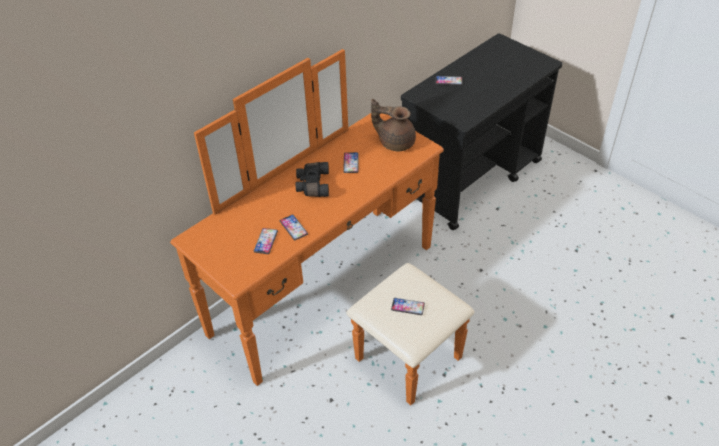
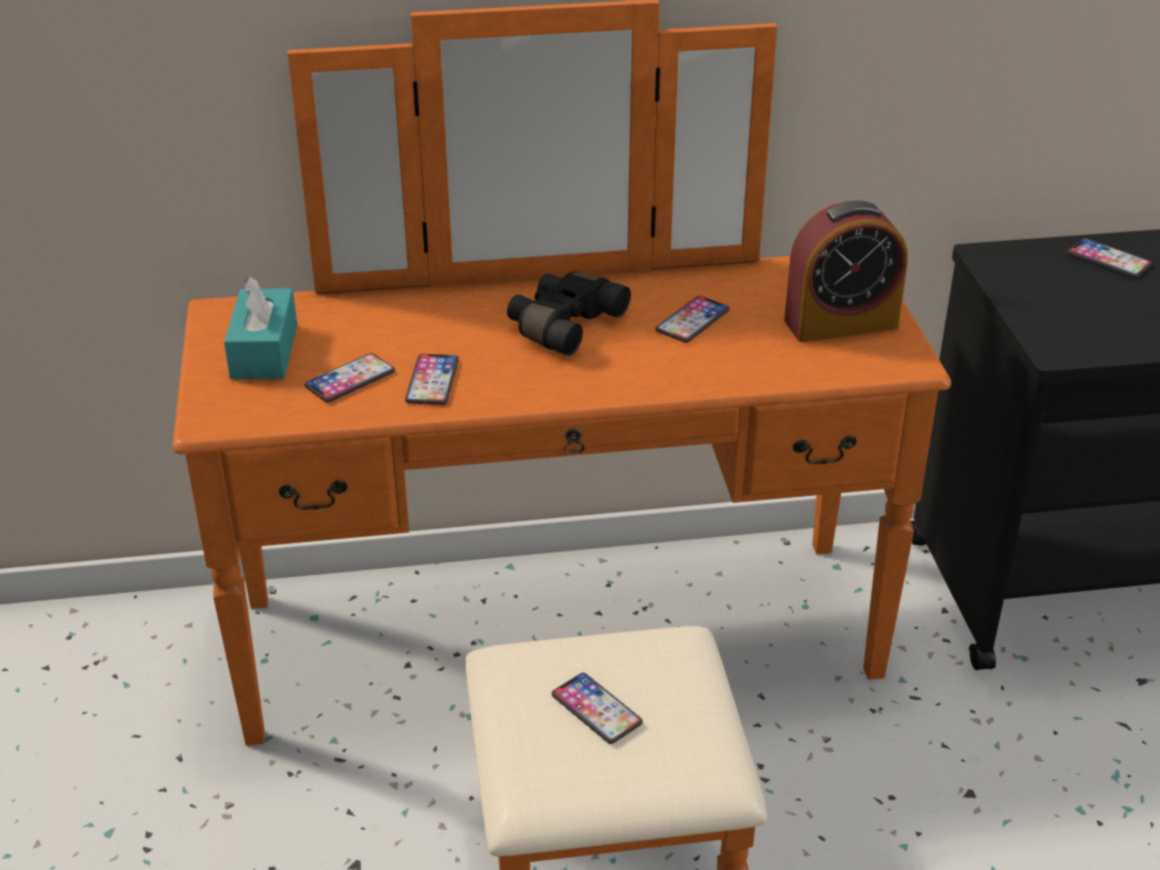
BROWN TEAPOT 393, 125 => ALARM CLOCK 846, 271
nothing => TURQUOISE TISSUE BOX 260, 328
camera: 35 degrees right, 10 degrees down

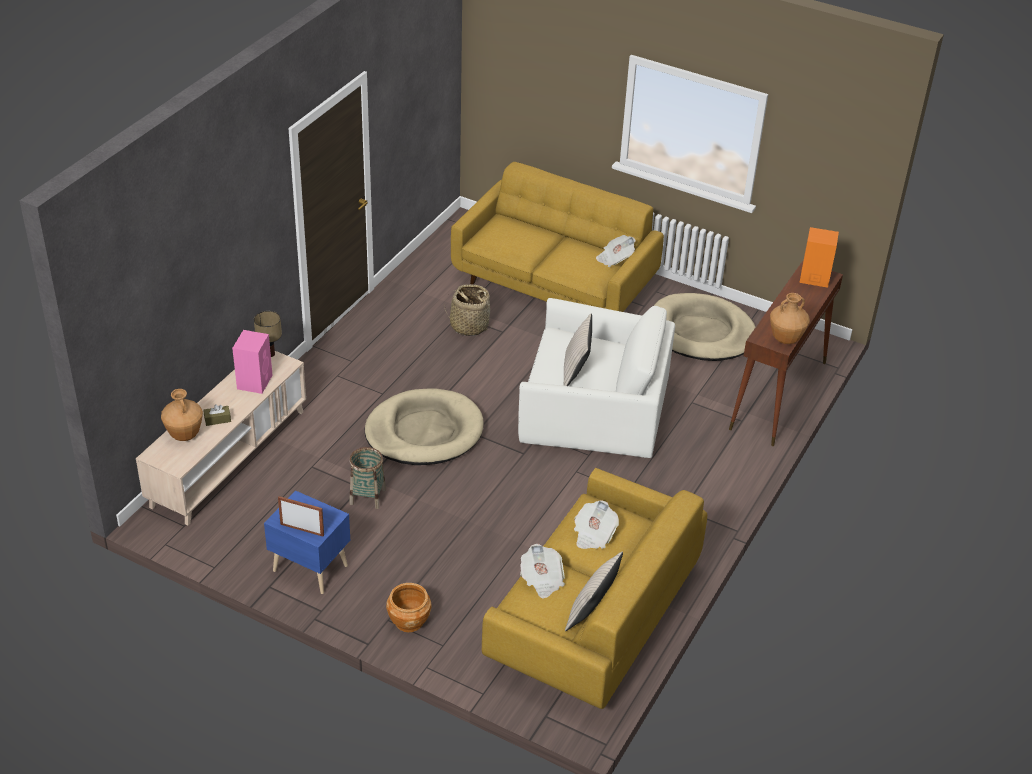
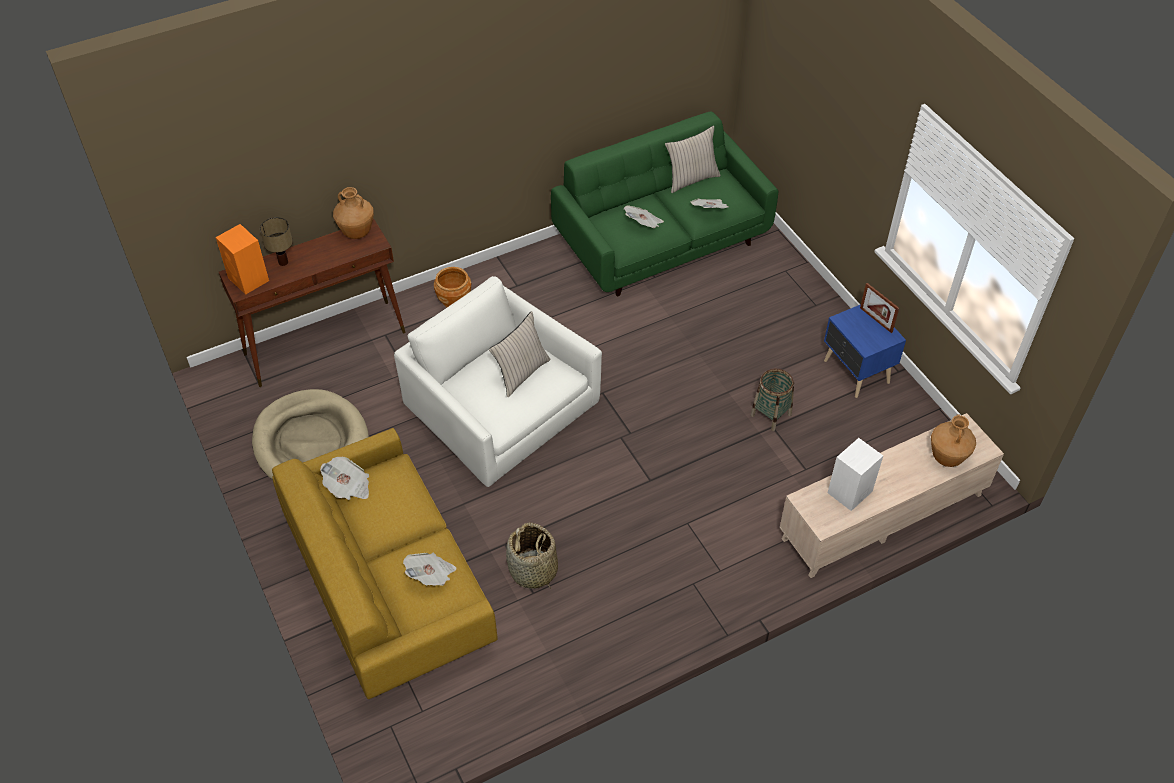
BROWN TISSUE BOX 217, 415 => nothing
PINK SPEAKER 252, 362 => WHITE SPEAKER 855, 474
TABLE LAMP 268, 334 => TABLE LAMP 276, 241, move
BEIGE DOG BED 424, 427 => nothing
BROWN PLANTER 409, 607 => BROWN PLANTER 452, 287, move
YELLOW SOFA 594, 588 => GREEN SOFA 664, 204
nothing => NEWSPAPER 430, 569
camera: 145 degrees left, 10 degrees up

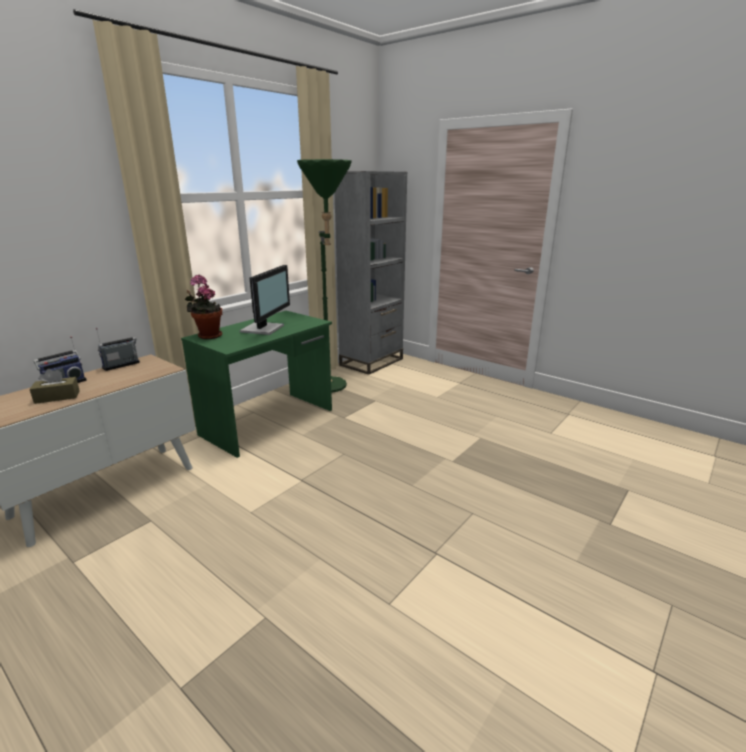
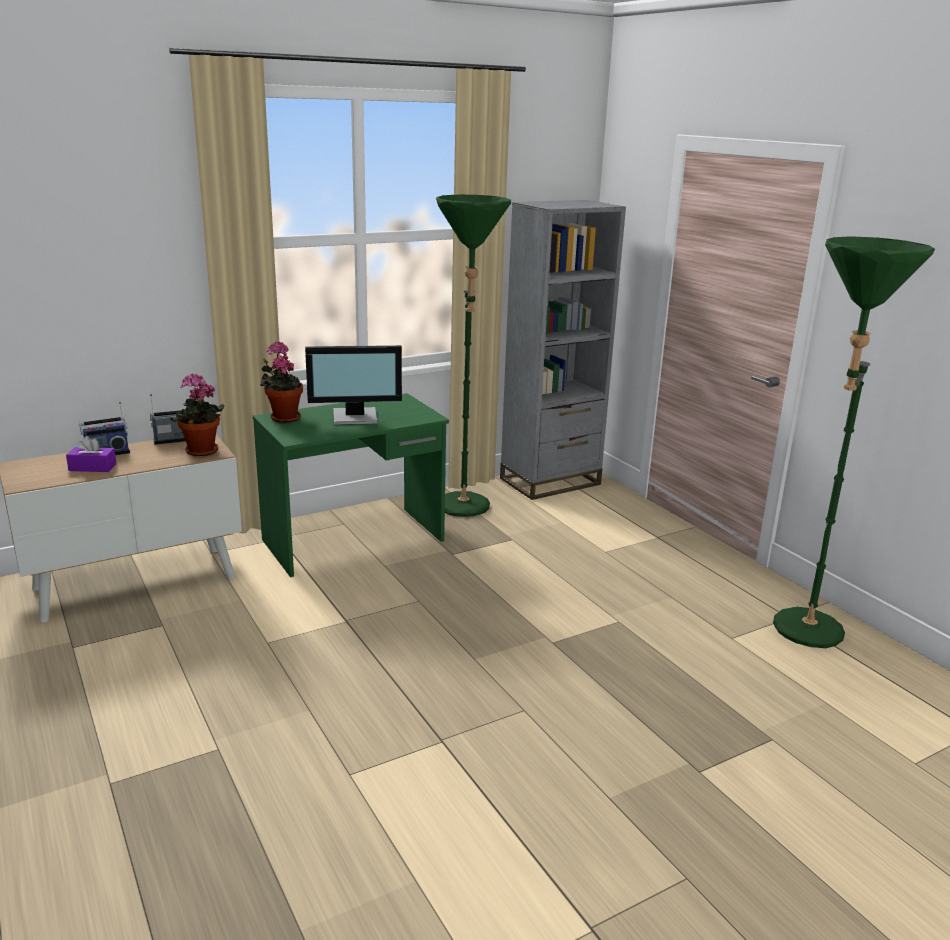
BROWN TISSUE BOX 55, 386 => PURPLE TISSUE BOX 91, 454
MONITOR 265, 300 => MONITOR 353, 385, 45 degrees clockwise
nothing => POTTED PLANT 197, 415
nothing => GREEN FLOOR LAMP 854, 442
camera: 20 degrees right, 0 degrees up

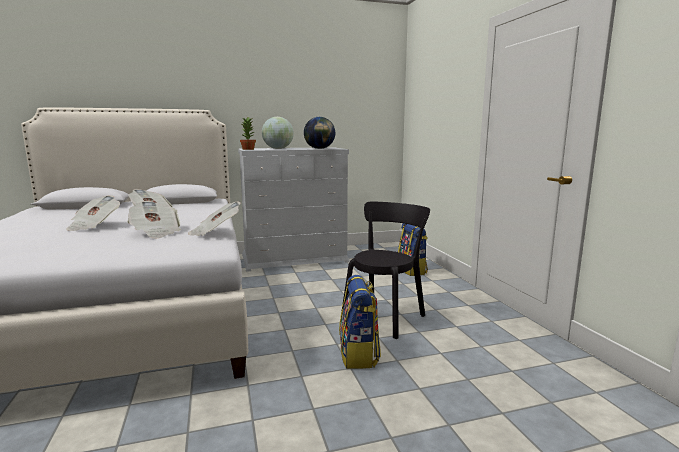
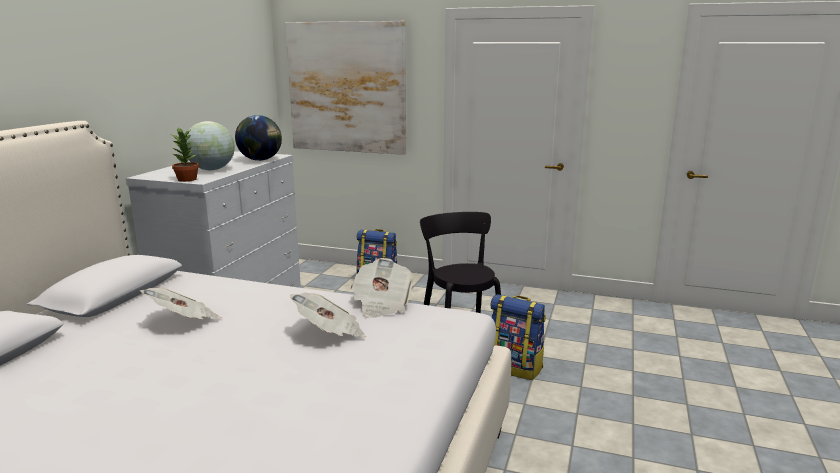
NEWSPAPER 93, 213 => nothing
nothing => PICTURE 346, 88
camera: 55 degrees left, 5 degrees up

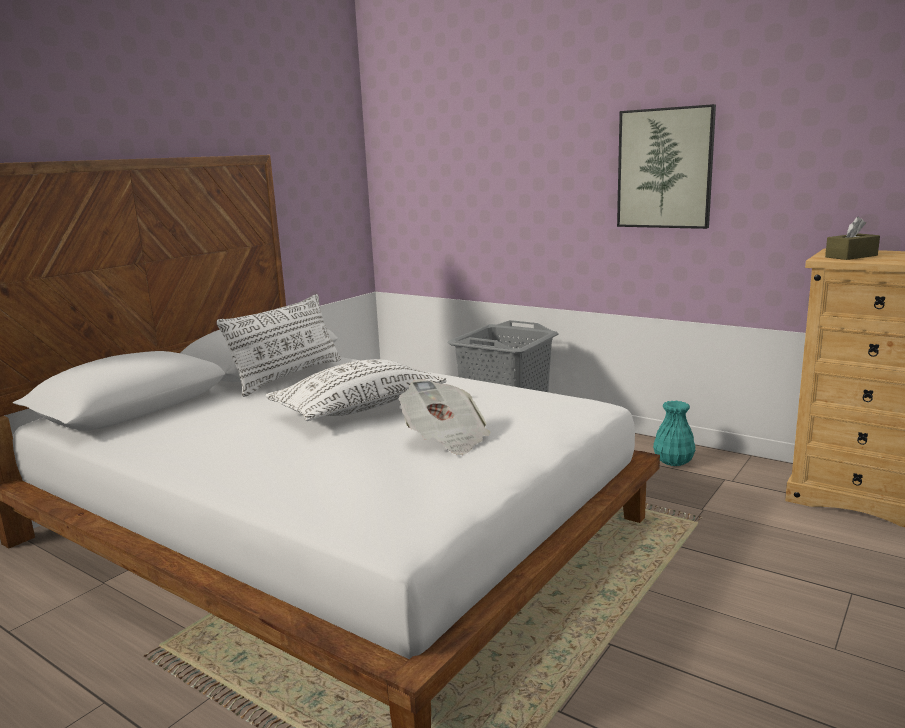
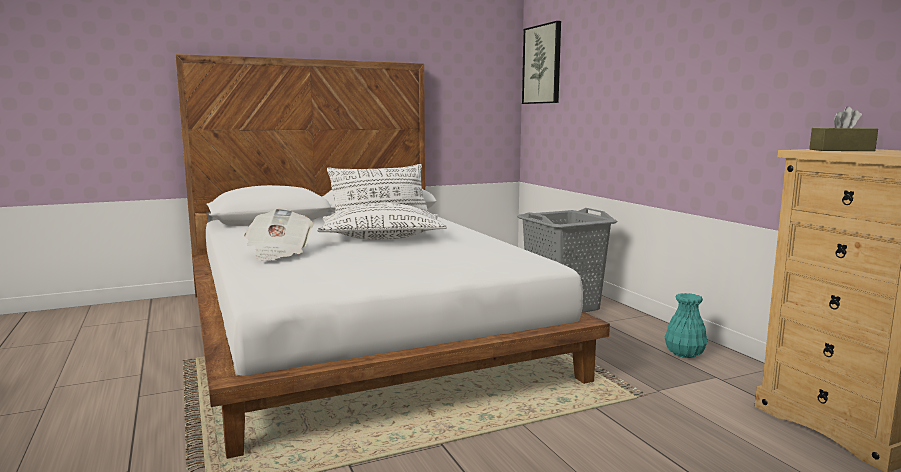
NEWSPAPER 444, 417 => NEWSPAPER 278, 234, move
PICTURE 666, 166 => PICTURE 541, 62, move
camera: 30 degrees right, 5 degrees down

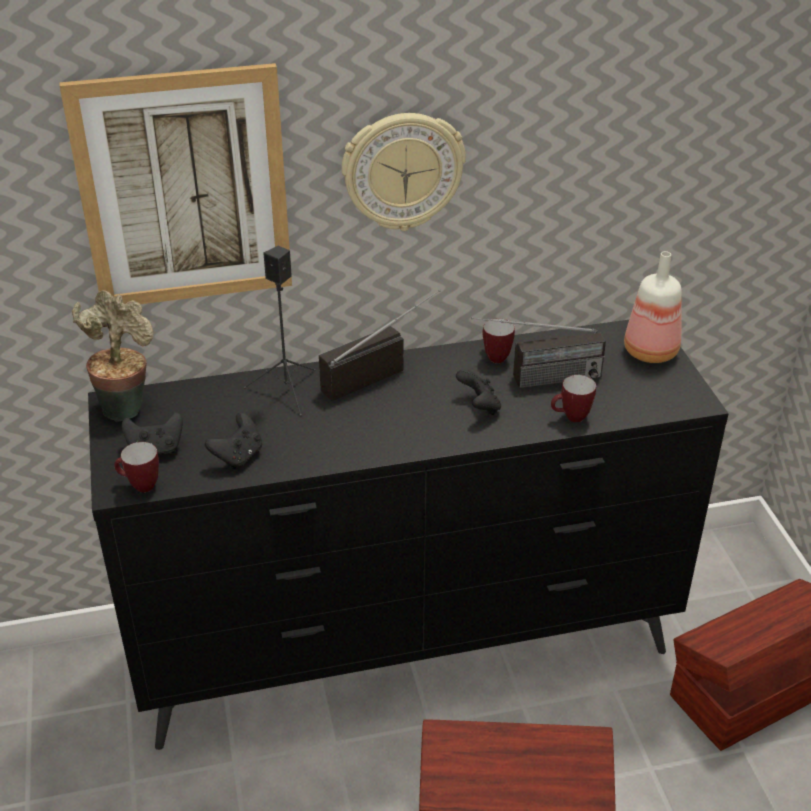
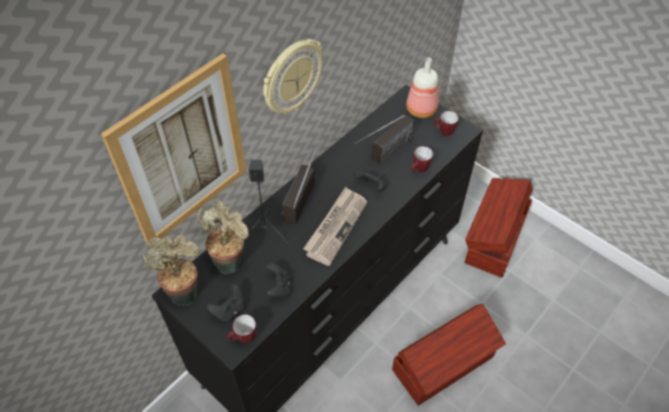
MUG 498, 340 => MUG 446, 123, move
nothing => POTTED PLANT 223, 237
nothing => NEWSPAPER 335, 226
camera: 35 degrees left, 15 degrees up

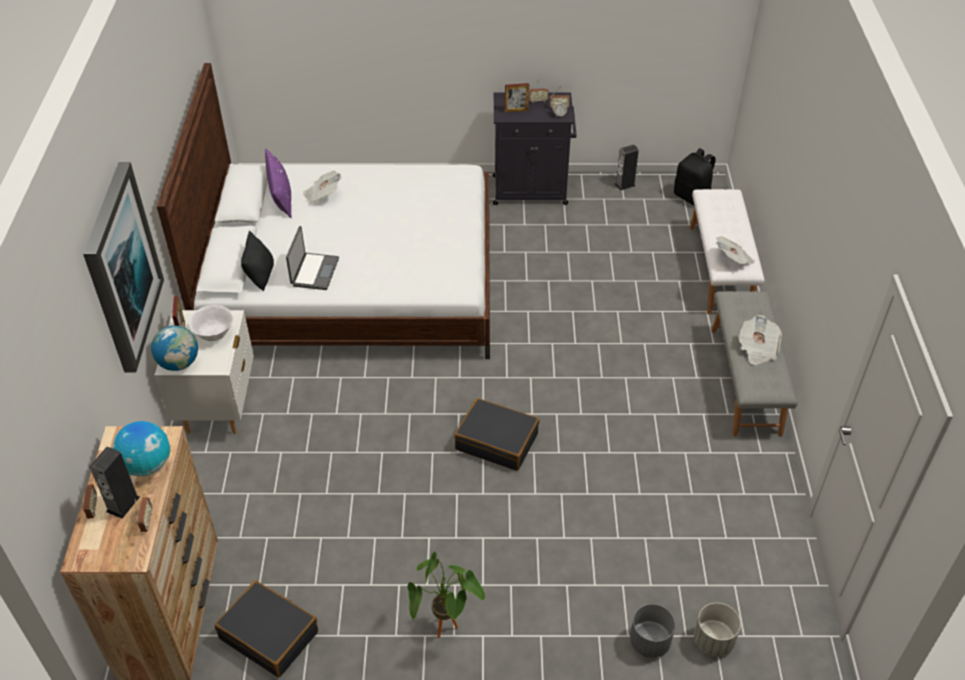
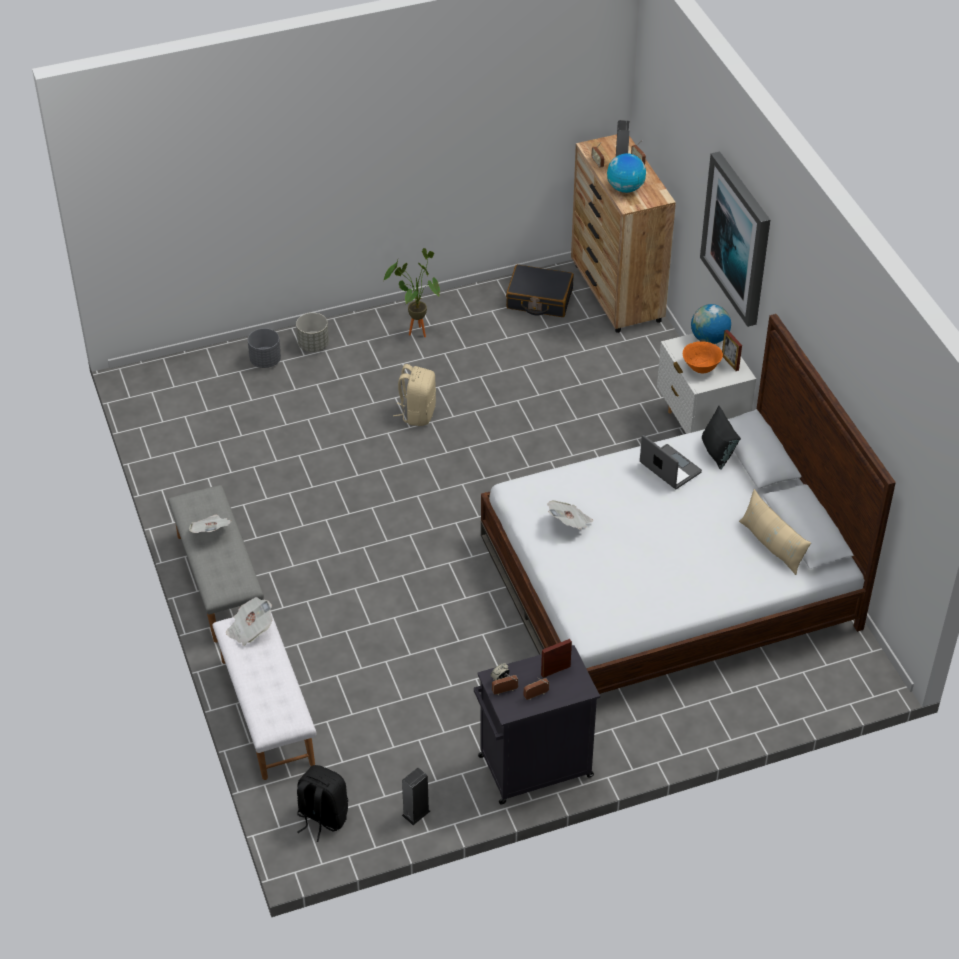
WHITE BOWL 211, 323 => ORANGE BOWL 703, 357
PURPLE PILLOW 278, 183 => BEIGE PILLOW 775, 532
LAPTOP 312, 258 => LAPTOP 671, 462, 150 degrees clockwise
NEWSPAPER 322, 187 => NEWSPAPER 570, 514, move
BLACK SUITCASE 497, 434 => nothing
GREY PLANTER 717, 630 => GREY PLANTER 312, 332, move
nothing => BEIGE BACKPACK 414, 395
camera: 160 degrees right, 0 degrees up

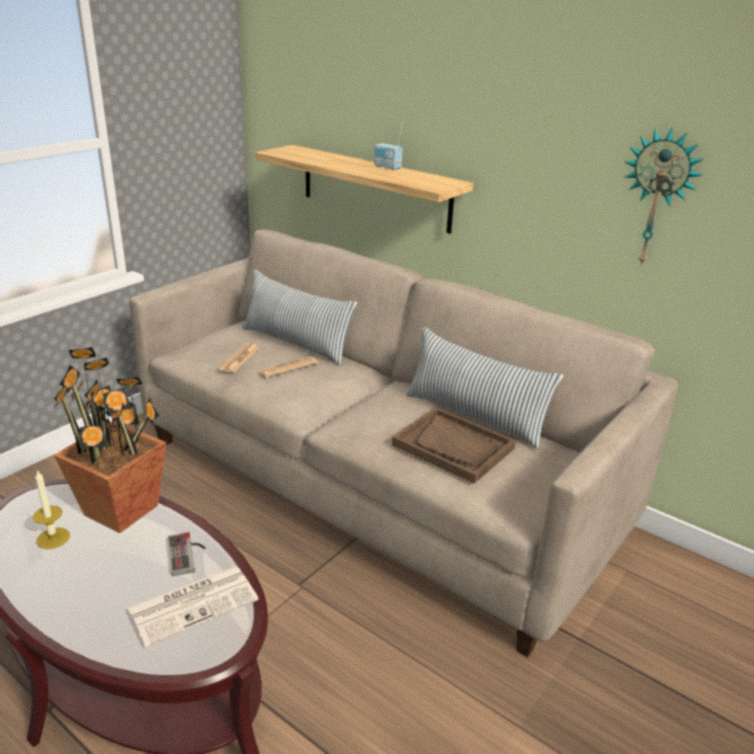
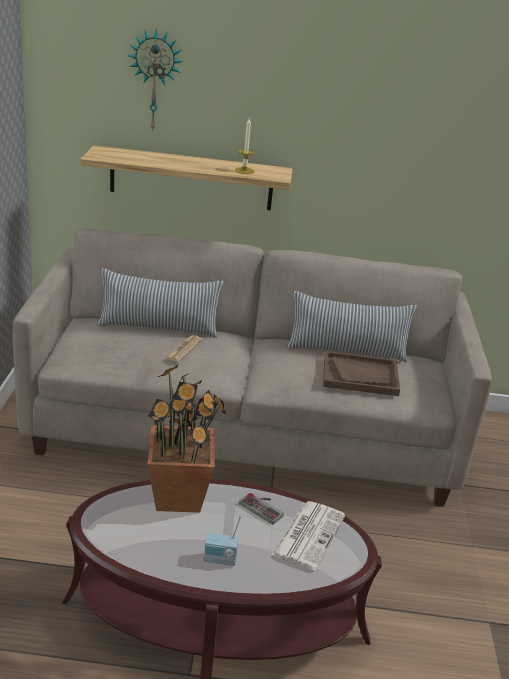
CANDLE 51, 509 => CANDLE 245, 146, move
NEWSPAPER 239, 358 => nothing
RADIO 388, 146 => RADIO 222, 541, move
WALL CLOCK 664, 196 => WALL CLOCK 155, 79, move
camera: 35 degrees left, 0 degrees up

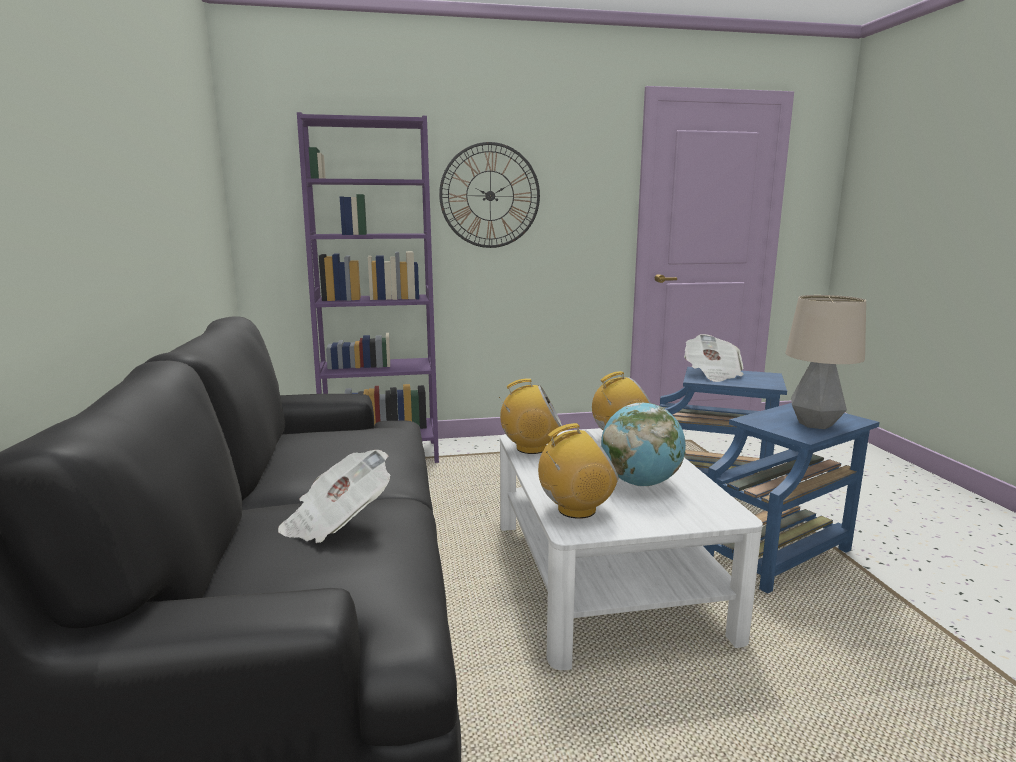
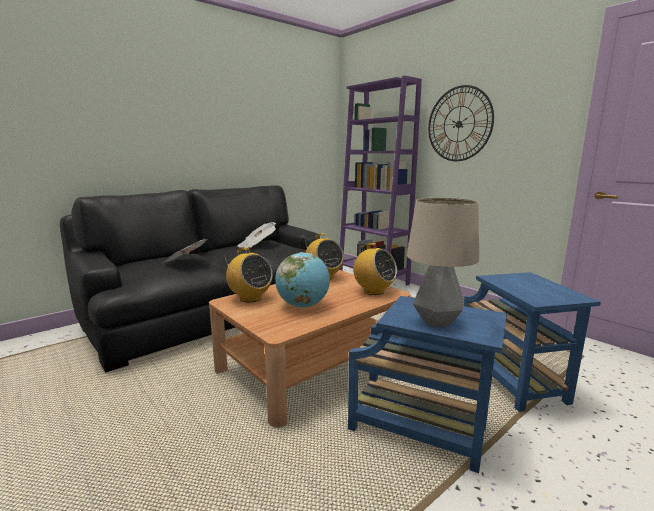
WHITE COFFEE TABLE 631, 549 => BROWN COFFEE TABLE 309, 349
NEWSPAPER 714, 358 => NEWSPAPER 256, 235, move
camera: 60 degrees right, 0 degrees up

